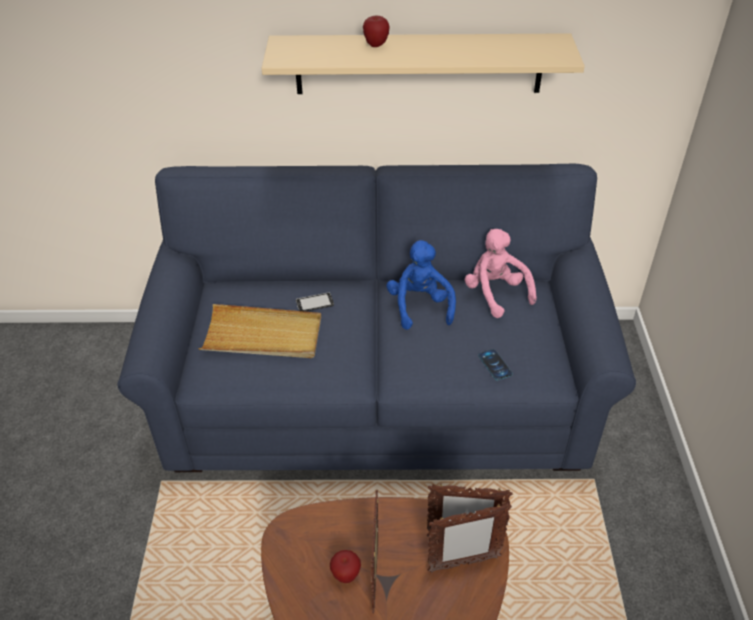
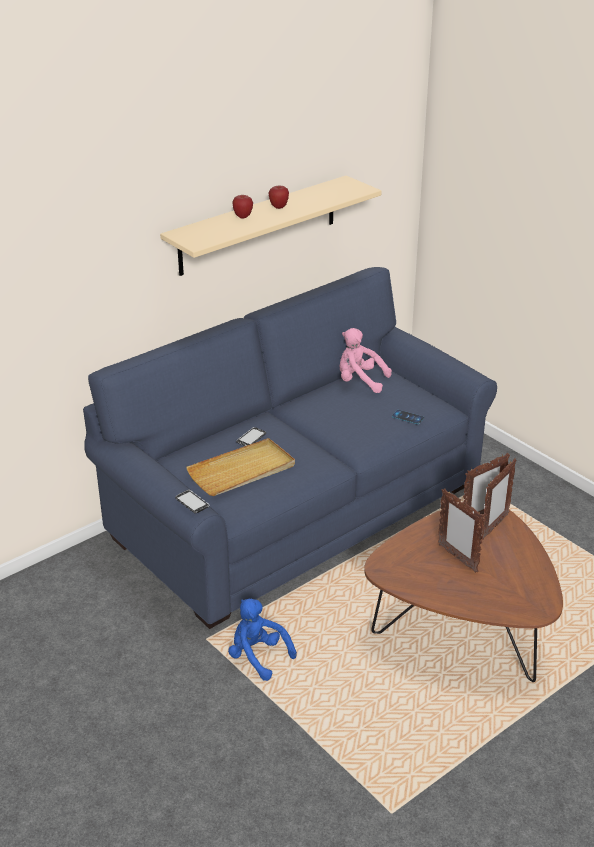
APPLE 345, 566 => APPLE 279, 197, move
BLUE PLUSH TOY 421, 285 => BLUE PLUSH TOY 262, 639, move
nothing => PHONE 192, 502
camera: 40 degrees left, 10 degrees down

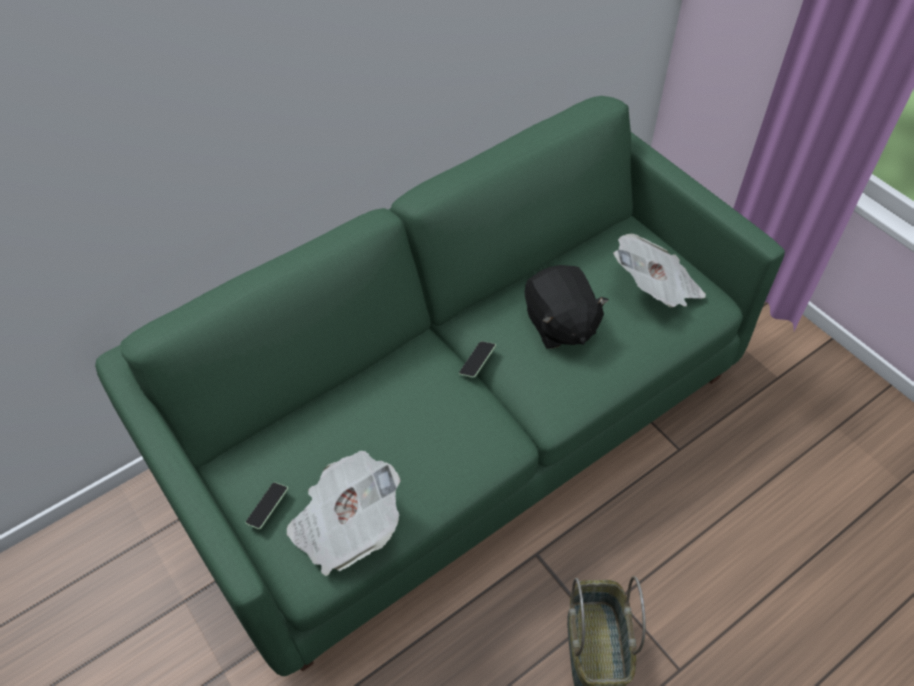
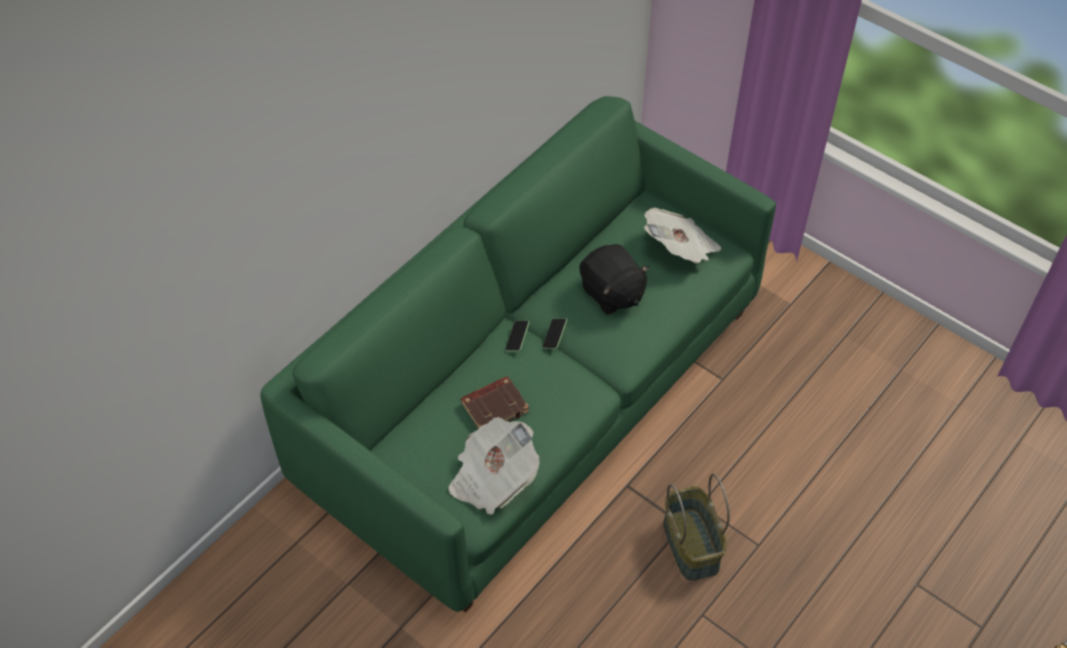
PHONE 266, 505 => PHONE 517, 335, move
nothing => BROWN BOOK 495, 402
camera: 15 degrees left, 0 degrees up

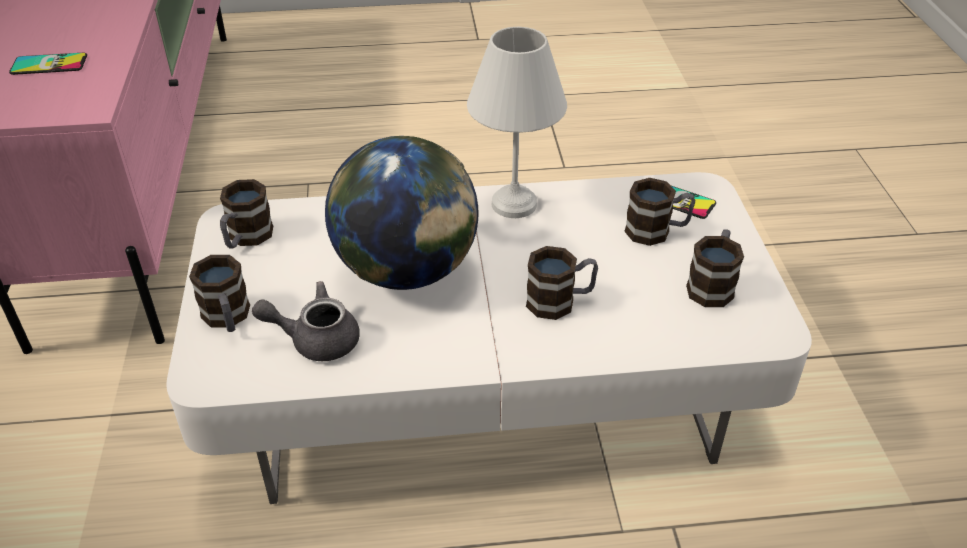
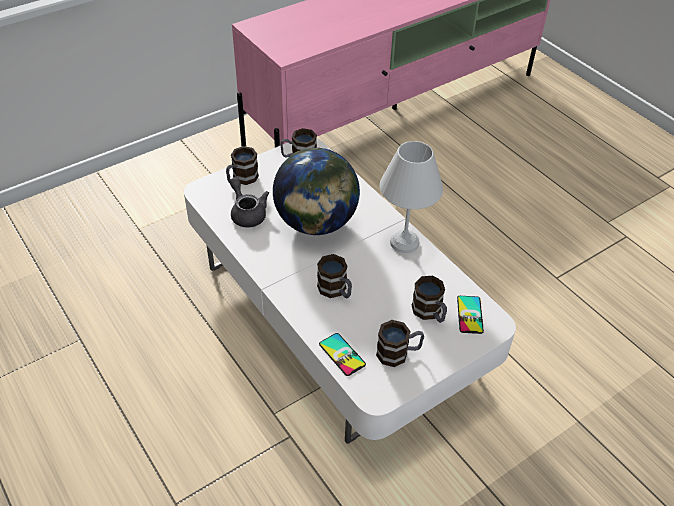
PHONE 48, 64 => PHONE 342, 354, move
camera: 60 degrees right, 5 degrees up

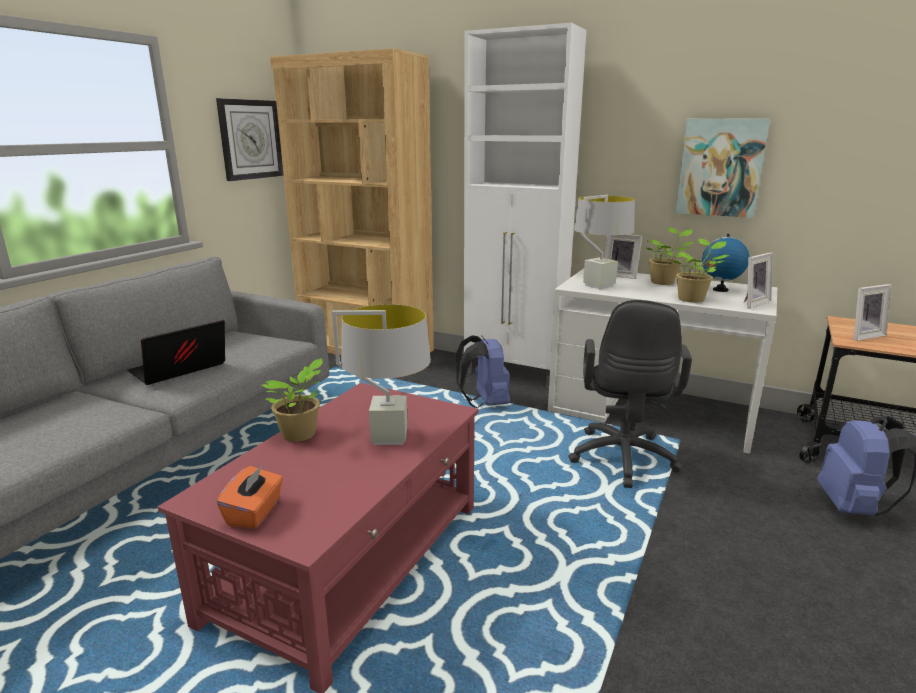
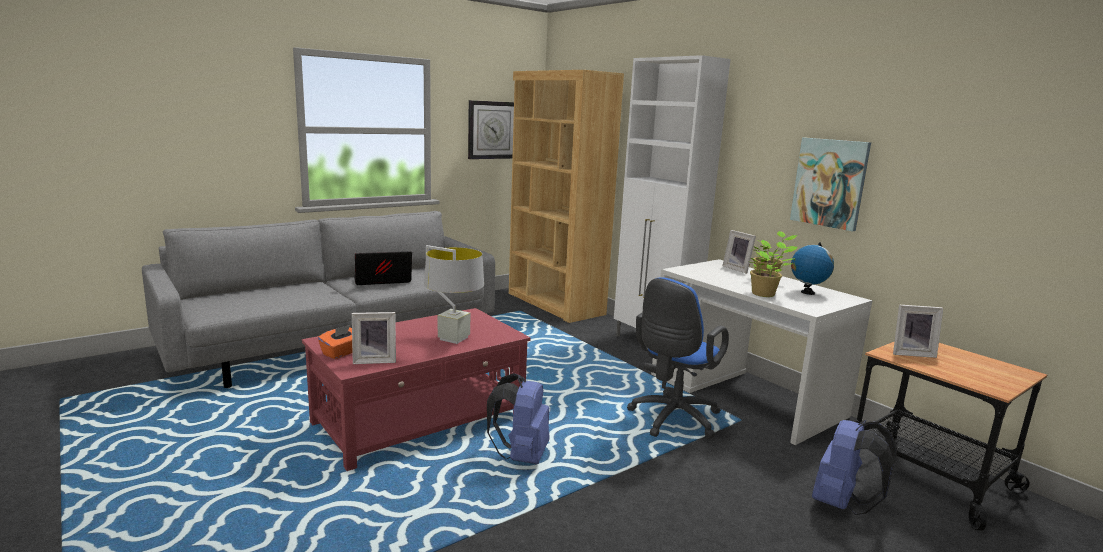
POTTED PLANT 292, 400 => nothing
BLUE BACKPACK 483, 371 => BLUE BACKPACK 518, 418, move
BLACK OFFICE CHAIR 630, 394 => BLUE OFFICE CHAIR 678, 358
GREY TABLE LAMP 604, 242 => nothing
PICTURE FRAME 758, 280 => PICTURE FRAME 374, 338, move
camera: 25 degrees right, 5 degrees down

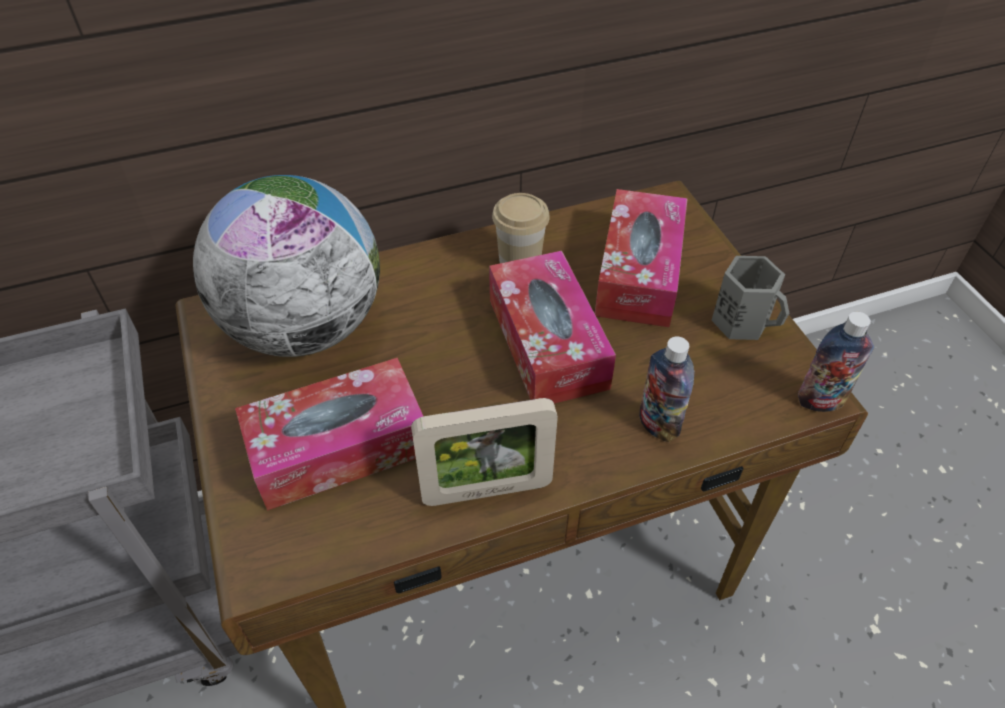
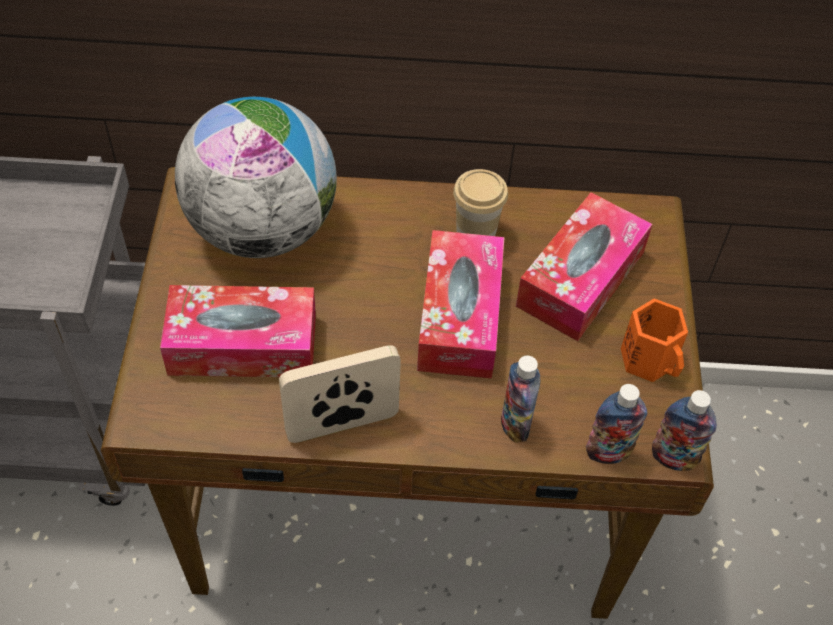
PICTURE FRAME 484, 452 => PICTURE FRAME 340, 394, 150 degrees clockwise
GREY MUG 750, 298 => ORANGE MUG 654, 340
nothing => BOTTLE 617, 424
camera: 20 degrees right, 5 degrees up

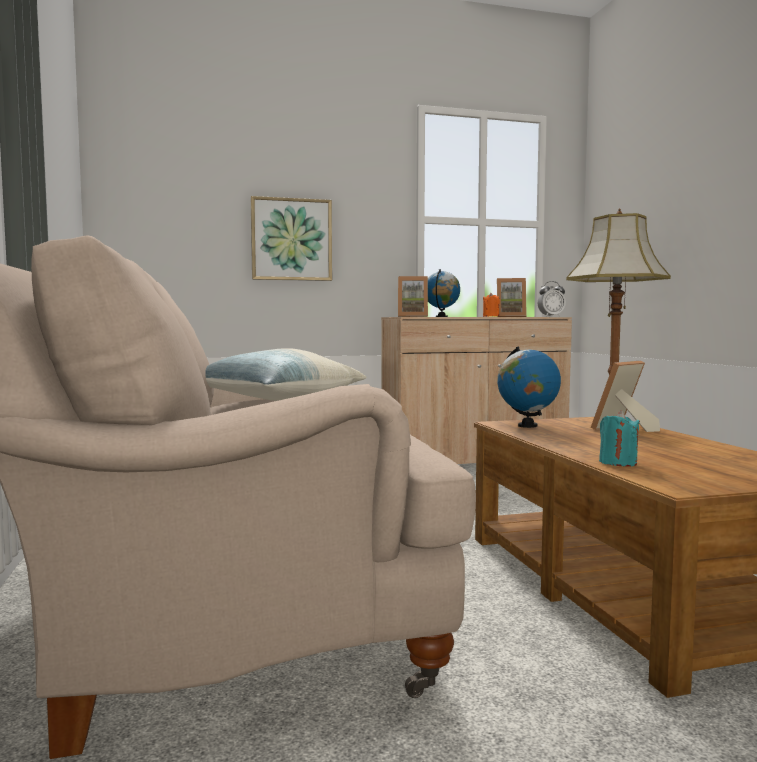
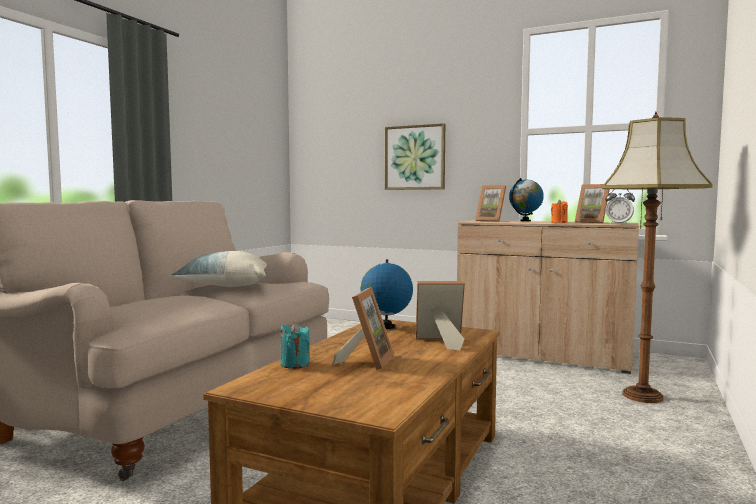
nothing => PICTURE FRAME 363, 328
camera: 40 degrees right, 0 degrees up

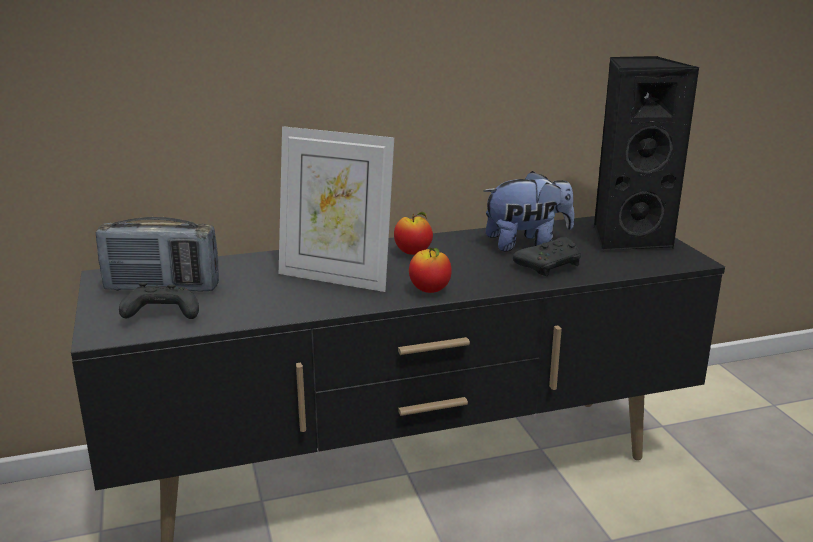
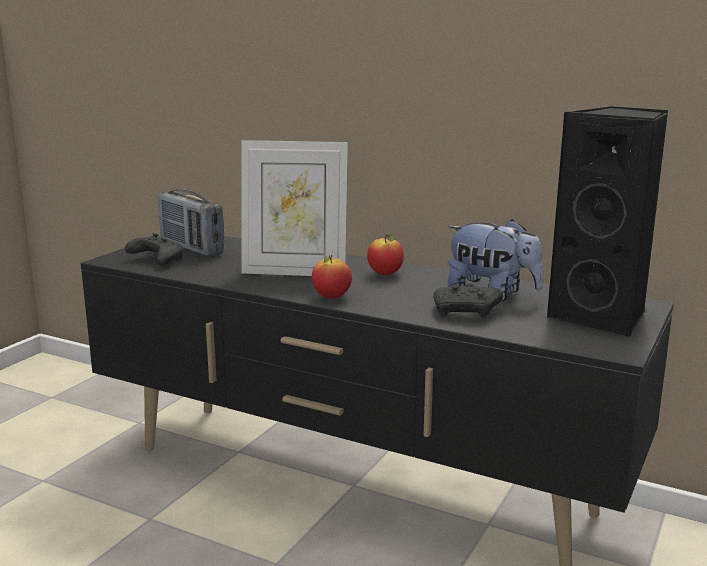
PICTURE FRAME 336, 209 => PICTURE FRAME 295, 208, 60 degrees counterclockwise
camera: 45 degrees right, 5 degrees down

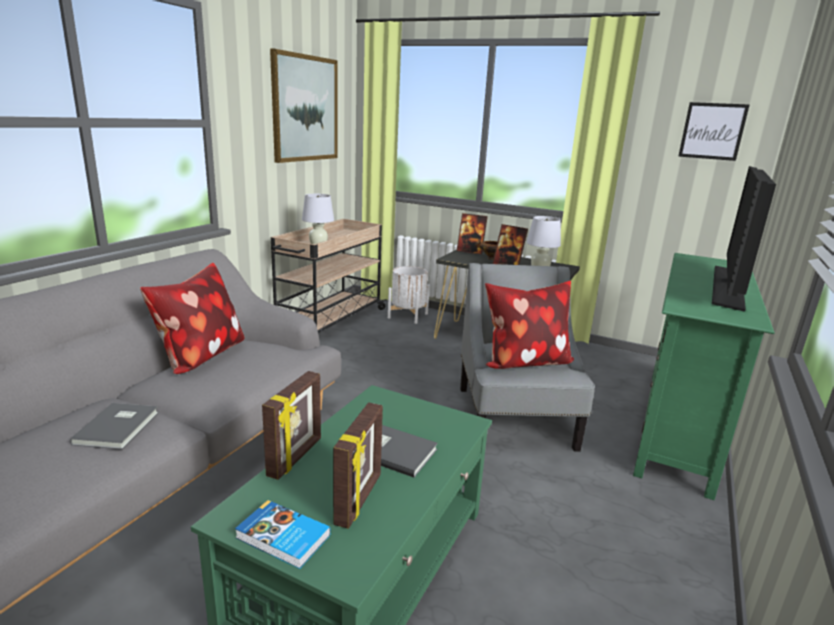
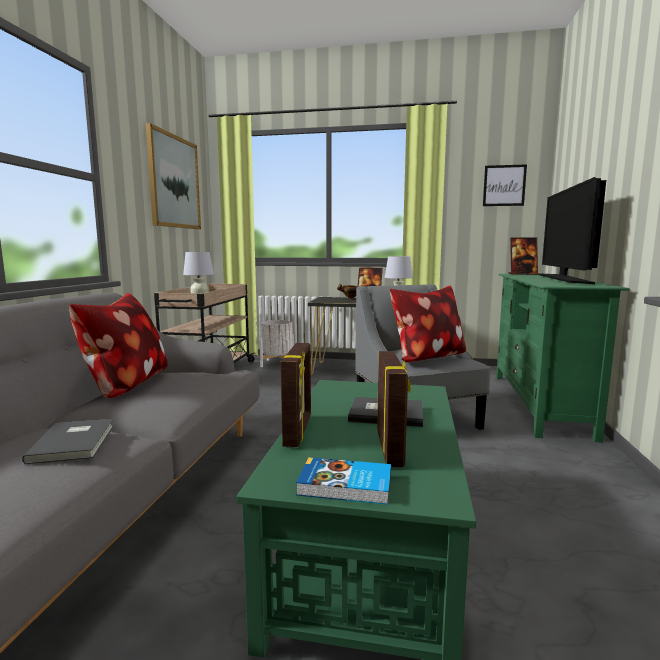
PICTURE FRAME 472, 234 => PICTURE FRAME 523, 256, move
camera: 15 degrees left, 10 degrees down

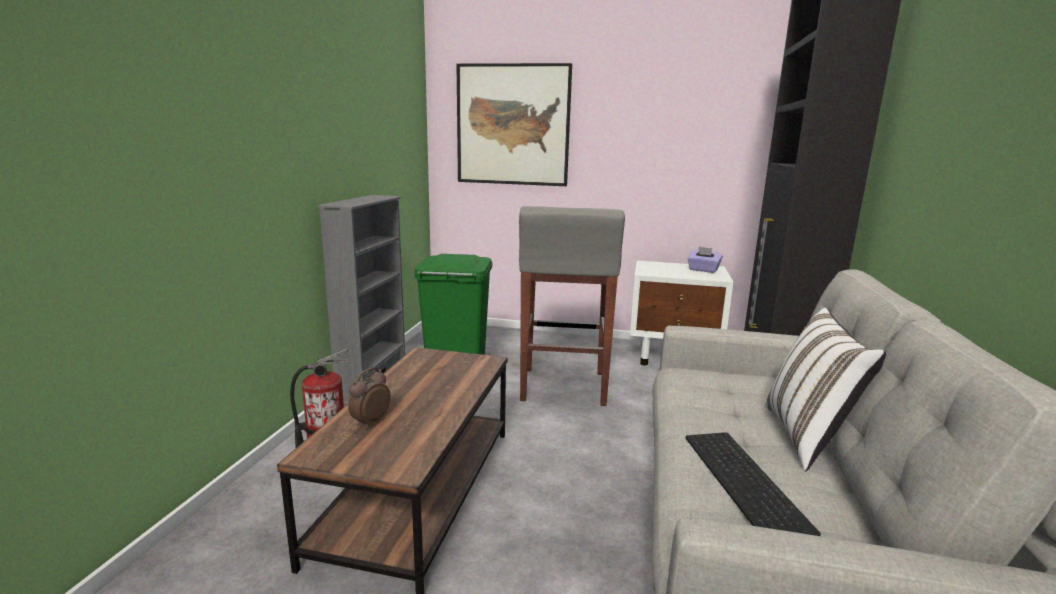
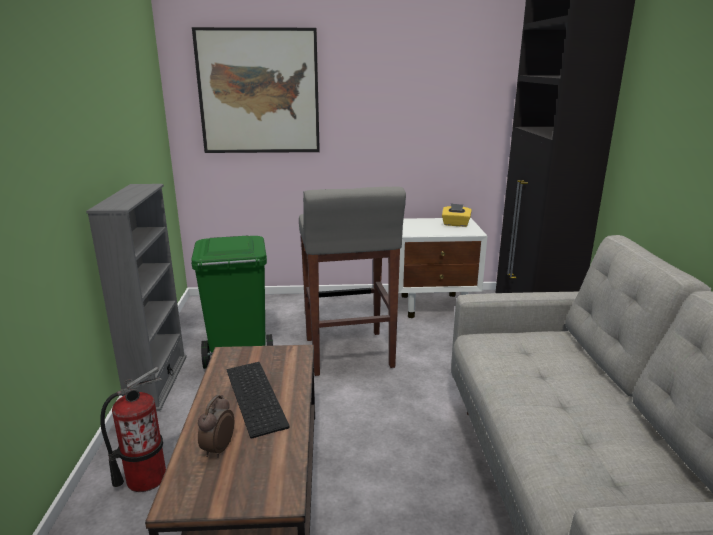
KEYBOARD 753, 484 => KEYBOARD 258, 400, move
PURPLE TISSUE BOX 705, 260 => YELLOW TISSUE BOX 457, 215
WHITE PILLOW 825, 389 => nothing
camera: 15 degrees left, 5 degrees up

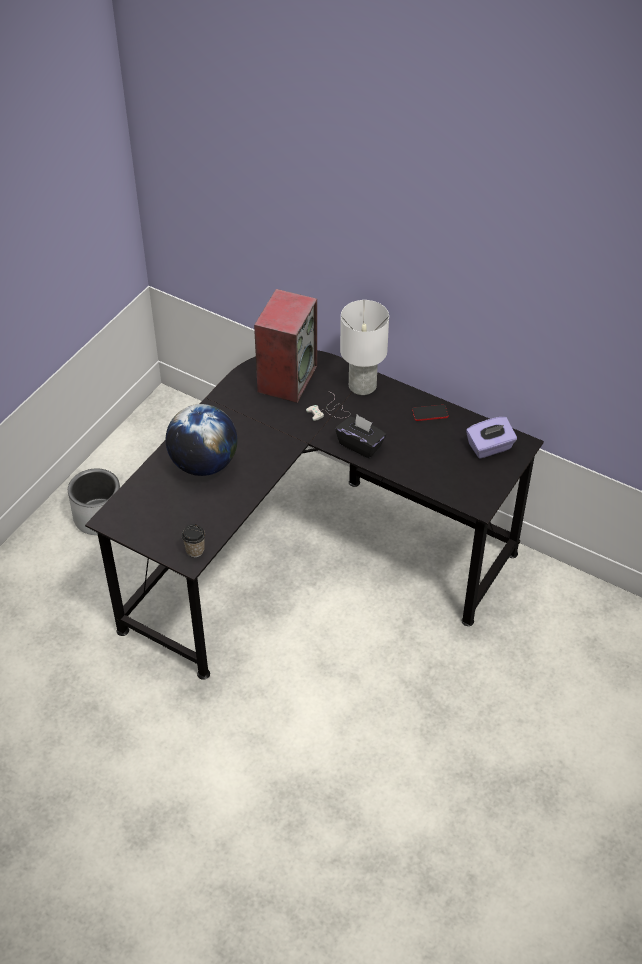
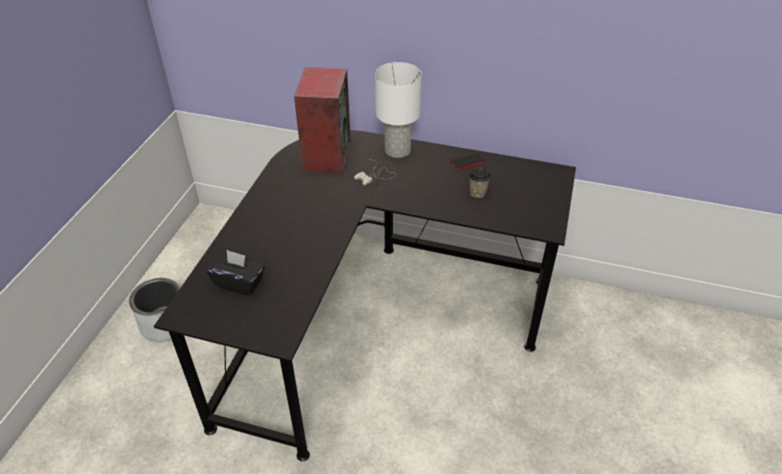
GLOBE 201, 440 => nothing
CUP 193, 540 => CUP 480, 182, move
BLACK TISSUE BOX 360, 436 => BLACK TISSUE BOX 235, 273, move
PURPLE TISSUE BOX 491, 438 => nothing
camera: 15 degrees left, 5 degrees down

